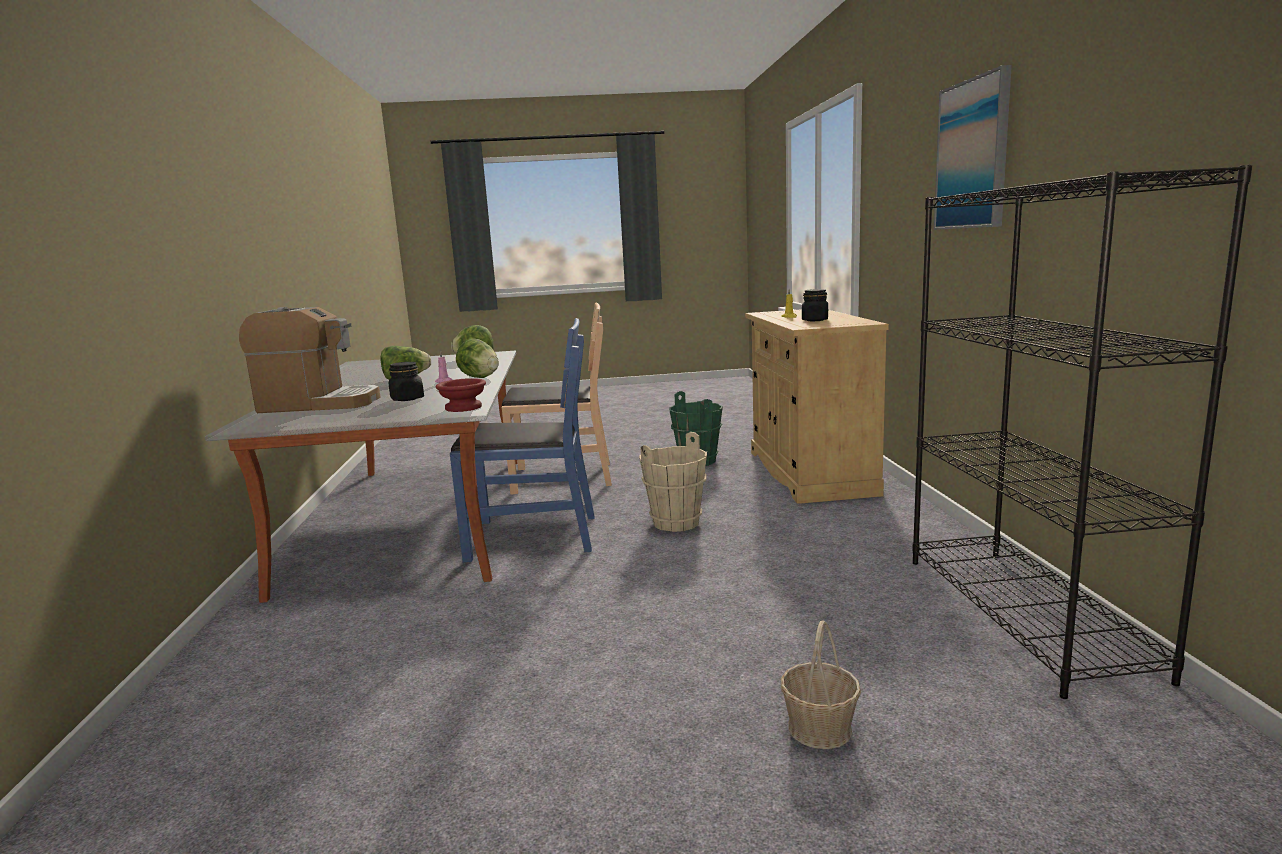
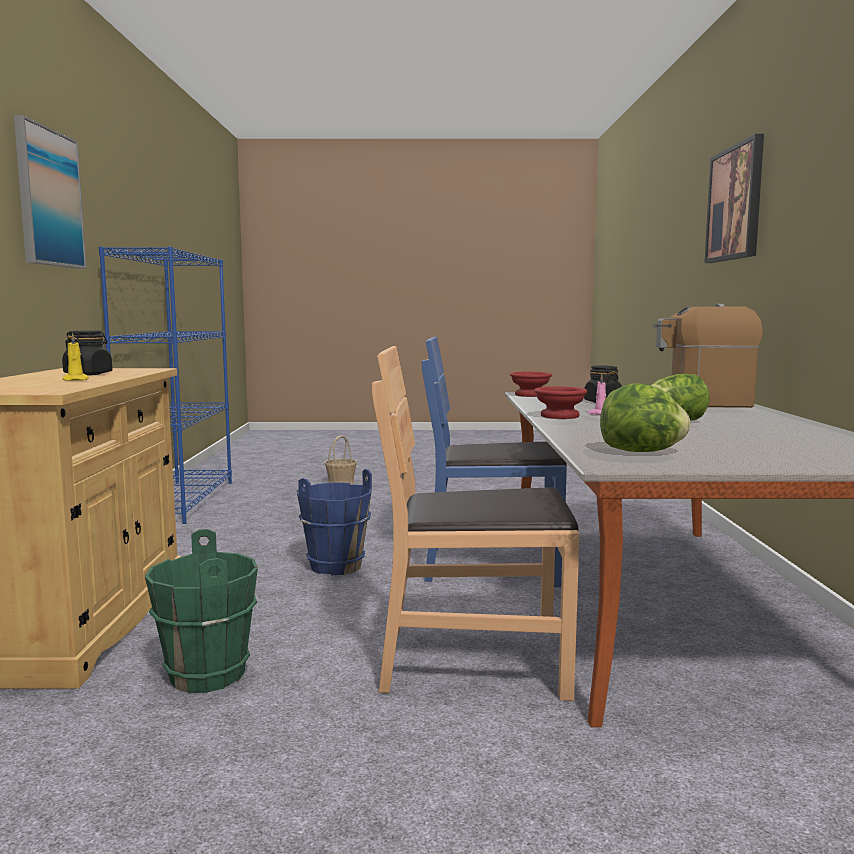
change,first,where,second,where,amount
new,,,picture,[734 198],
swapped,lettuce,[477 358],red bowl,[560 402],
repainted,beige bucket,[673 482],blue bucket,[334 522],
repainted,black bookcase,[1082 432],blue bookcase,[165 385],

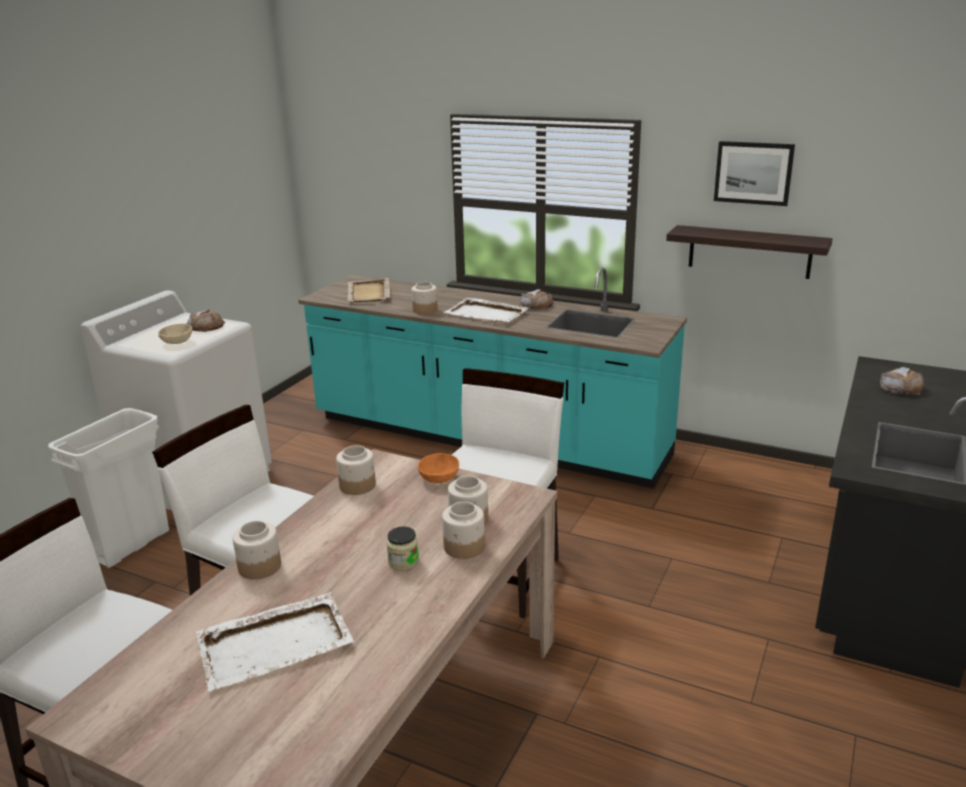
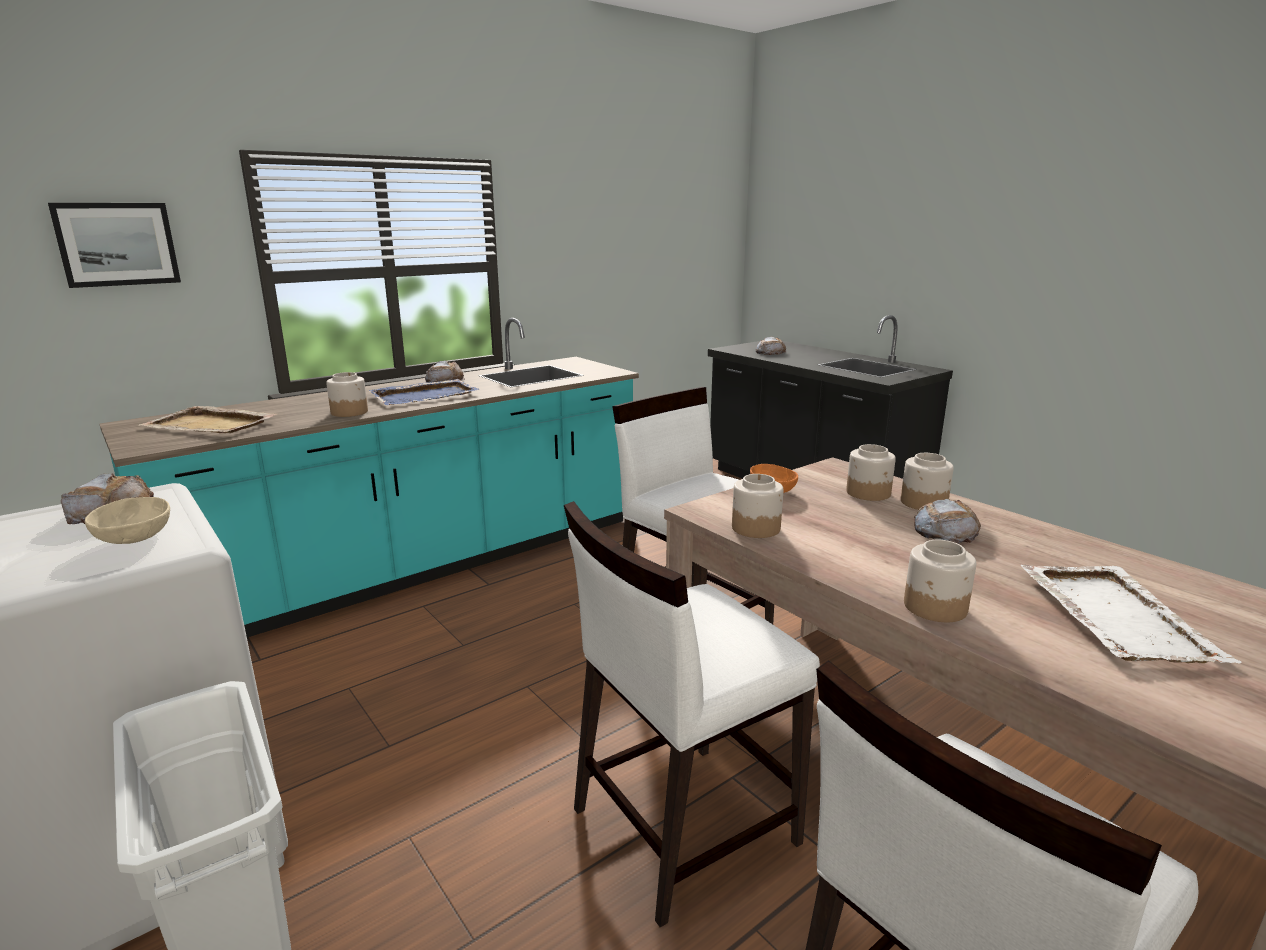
change,first,where,second,where,amount
gone,shelf,[749 252],,,
shifted,picture,[754 173],,[114 245],
swapped,jar,[402 548],bread,[947 521],
repainted,white tray,[486 310],blue tray,[424 392],

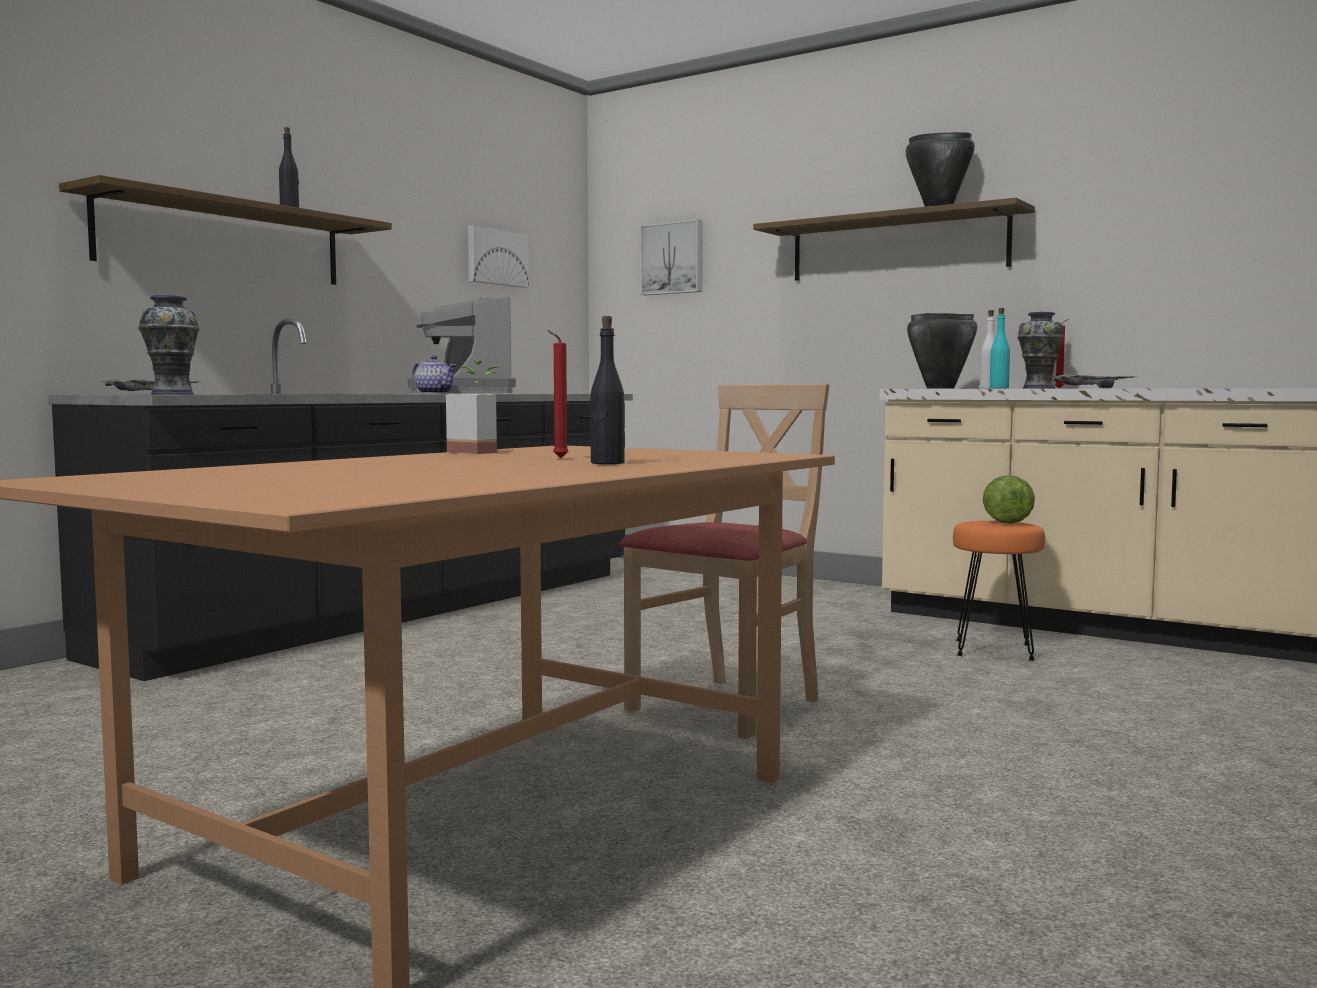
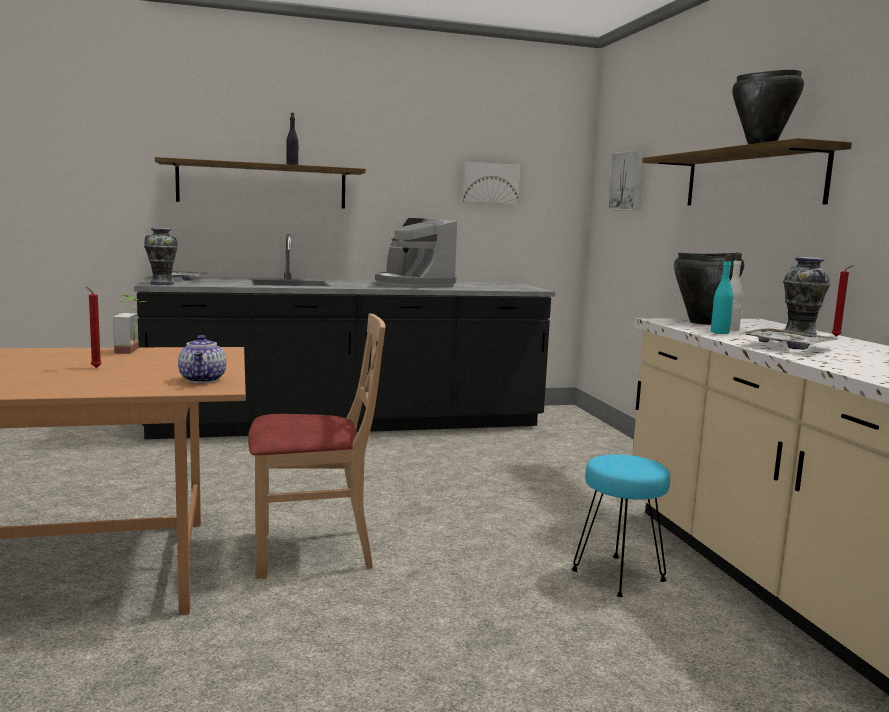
change,first,where,second,where,amount
gone,black bottle,[607 390],,,
gone,lettuce,[1009 499],,,
shifted,teapot,[434 374],,[202 359],
repainted,orange stool,[999 591],turquoise stool,[621 525],
rotated,coffee machine,[462 344],,[416 253],60 degrees counterclockwise

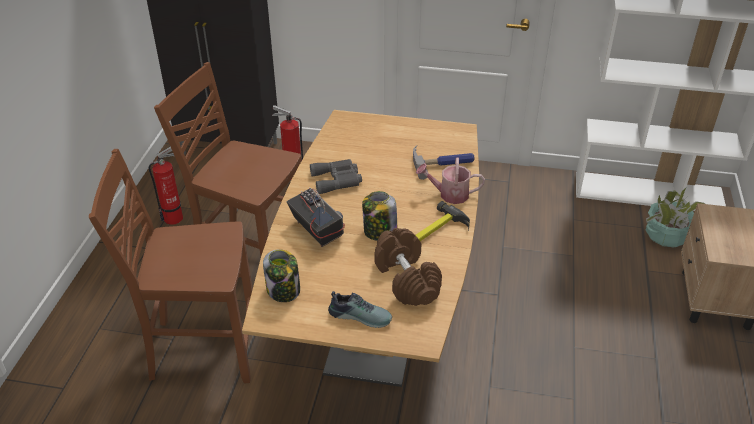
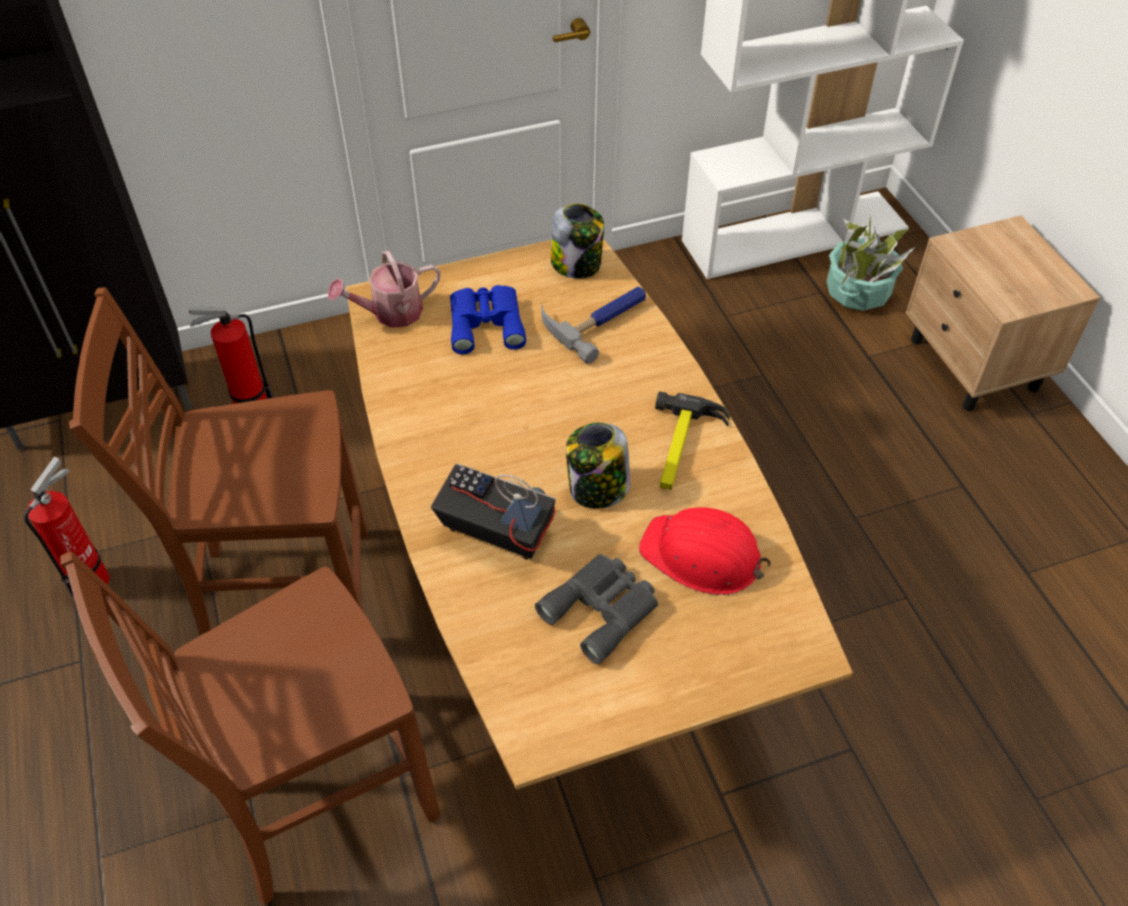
change,first,where,second,where,amount
gone,shoe,[360 309],,,
new,,,blue binoculars,[488 319],
shifted,jar,[281 276],,[577 241],
shifted,grey binoculars,[336 176],,[596 609],
shifted,watering can,[450 181],,[384 289],
swapped,brown dumbbell,[408 267],red hard hat,[705 551],

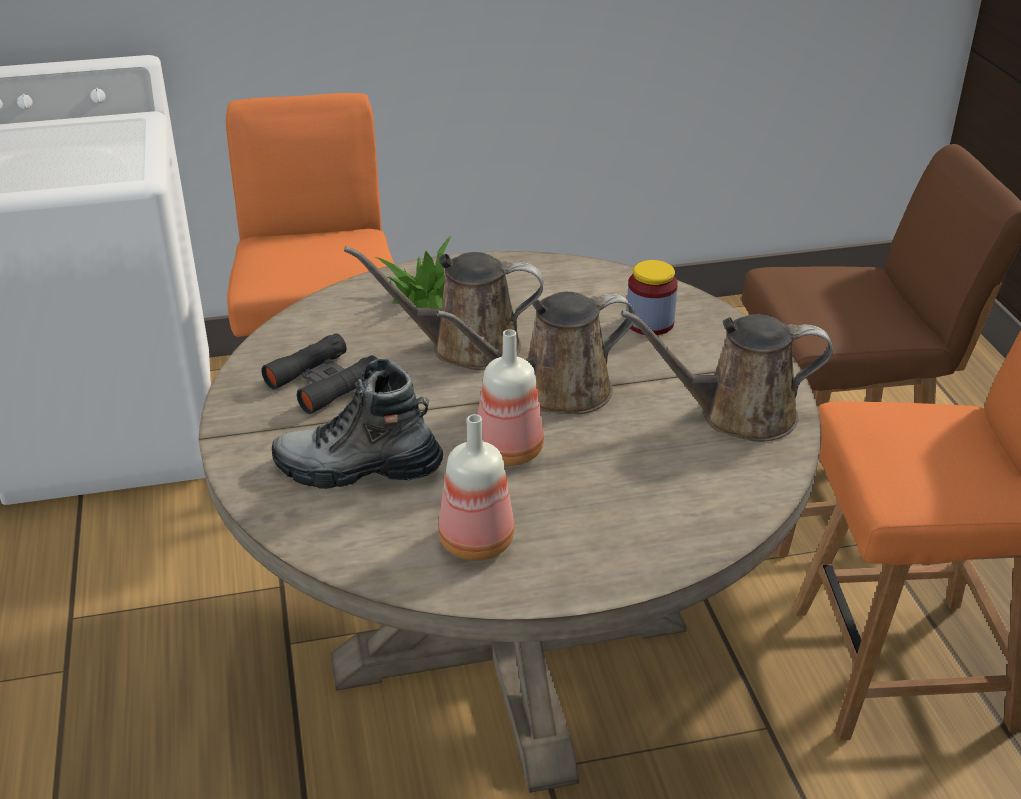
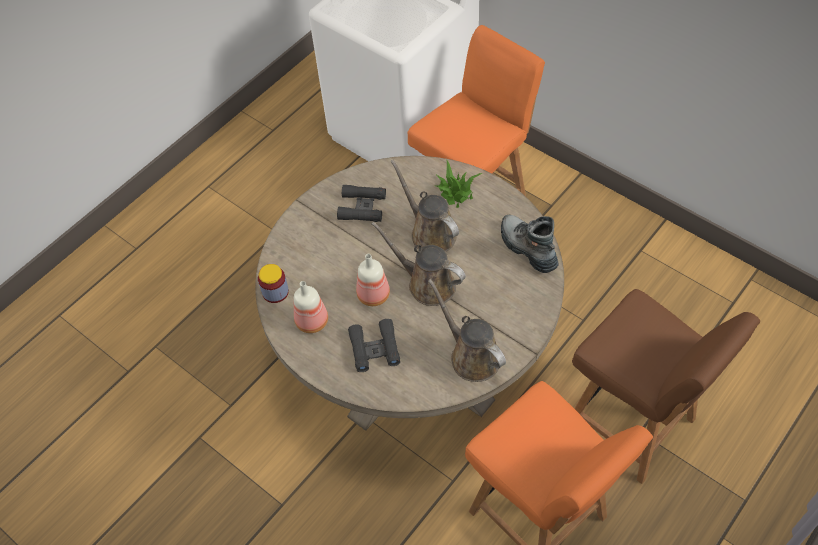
change,first,where,second,where,amount
new,,,black binoculars,[374 345],
shifted,boot,[357 424],,[529 243],
shifted,jar,[652 297],,[273 283],

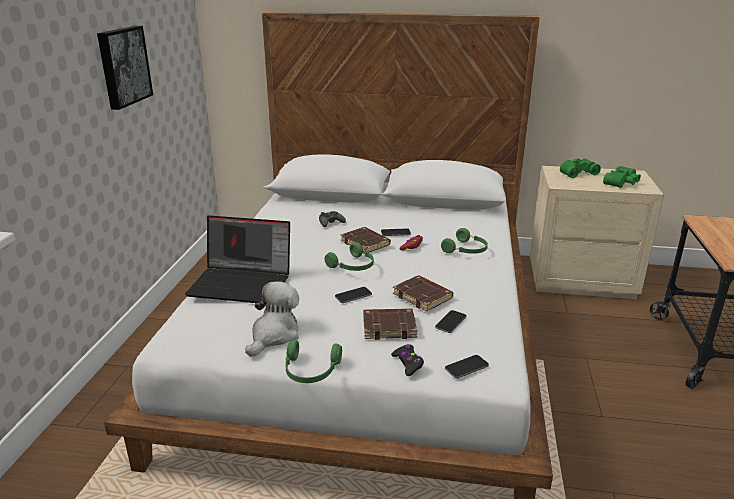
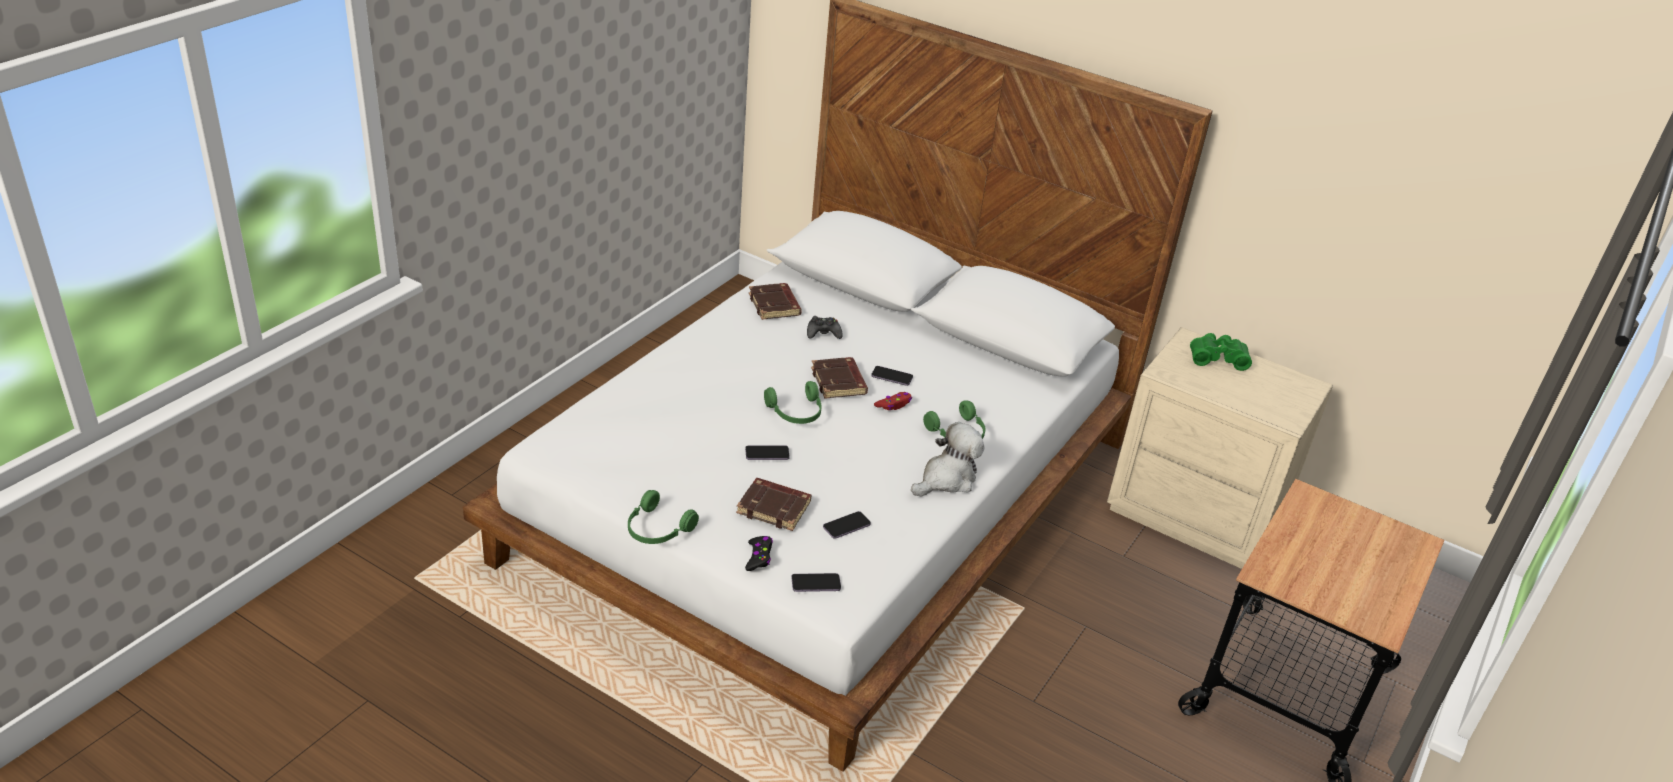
change,first,where,second,where,amount
gone,picture,[125 68],,,
gone,laptop,[237 259],,,
gone,green binoculars,[622 177],,,
shifted,plush toy,[272 319],,[947 459],
shifted,brown book,[423 293],,[775 301],

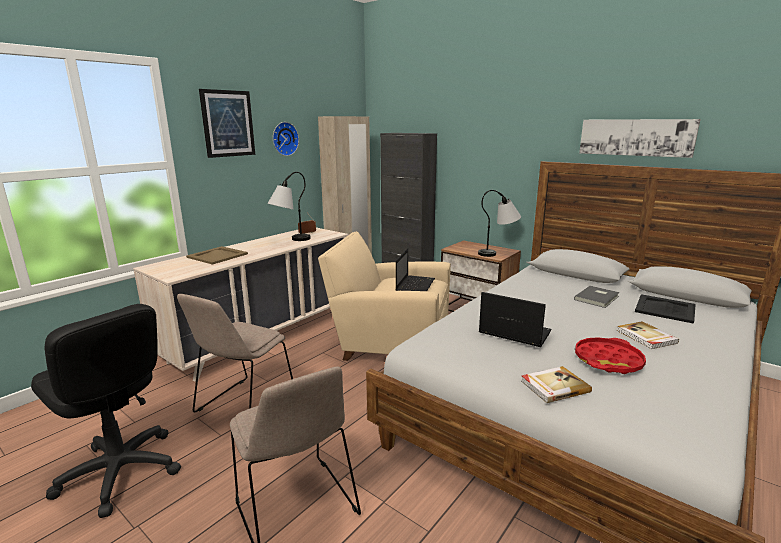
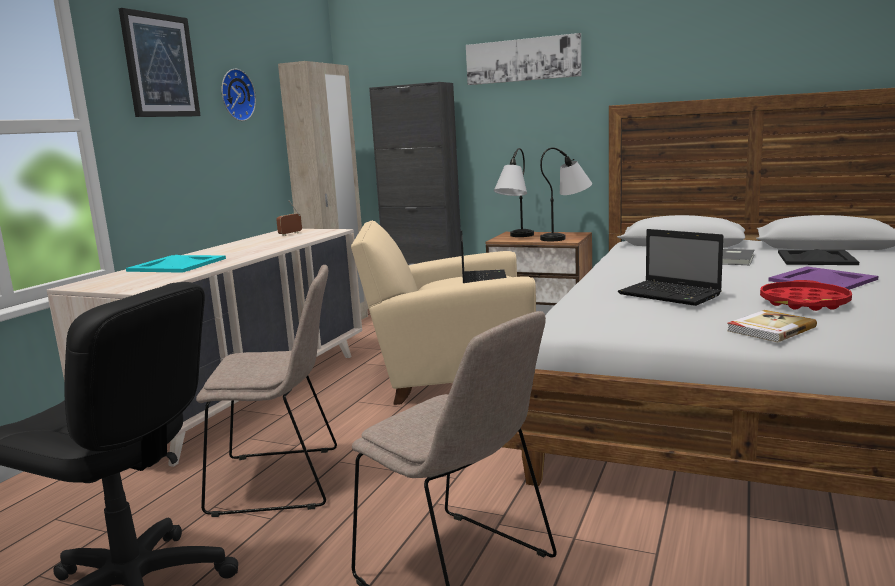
change,first,where,second,where,amount
shifted,table lamp,[289 206],,[514 192],
shifted,picture,[640 138],,[524 59],
swapped,book,[648 335],purple tray,[823 278],
repainted,beige tray,[217 255],turquoise tray,[176 264],
rotated,beige chair,[235 353],,[266 391],105 degrees counterclockwise
rotated,laptop,[515 319],,[670 267],150 degrees counterclockwise

